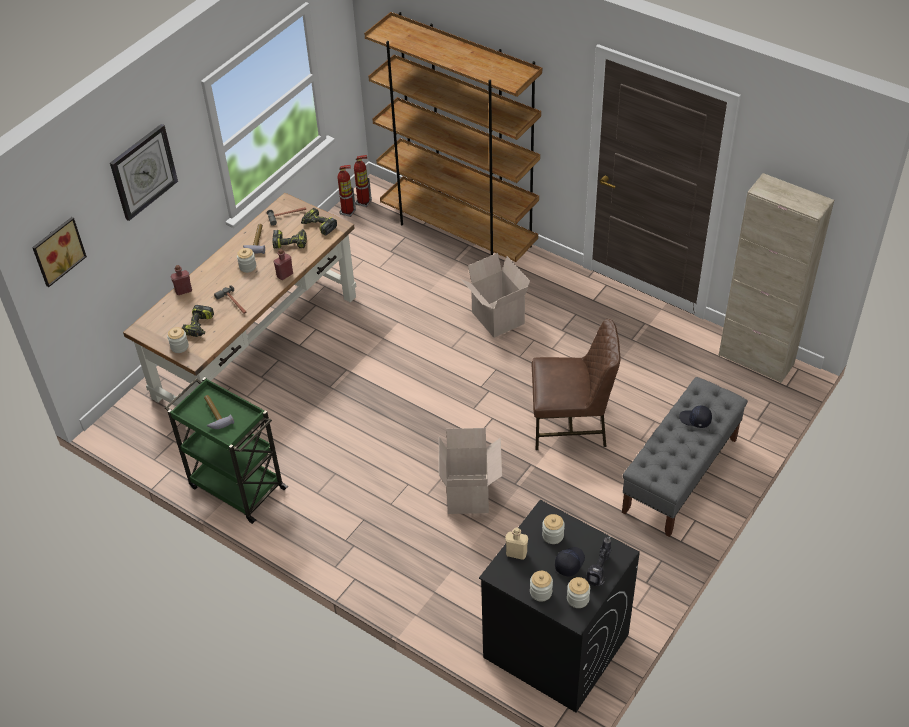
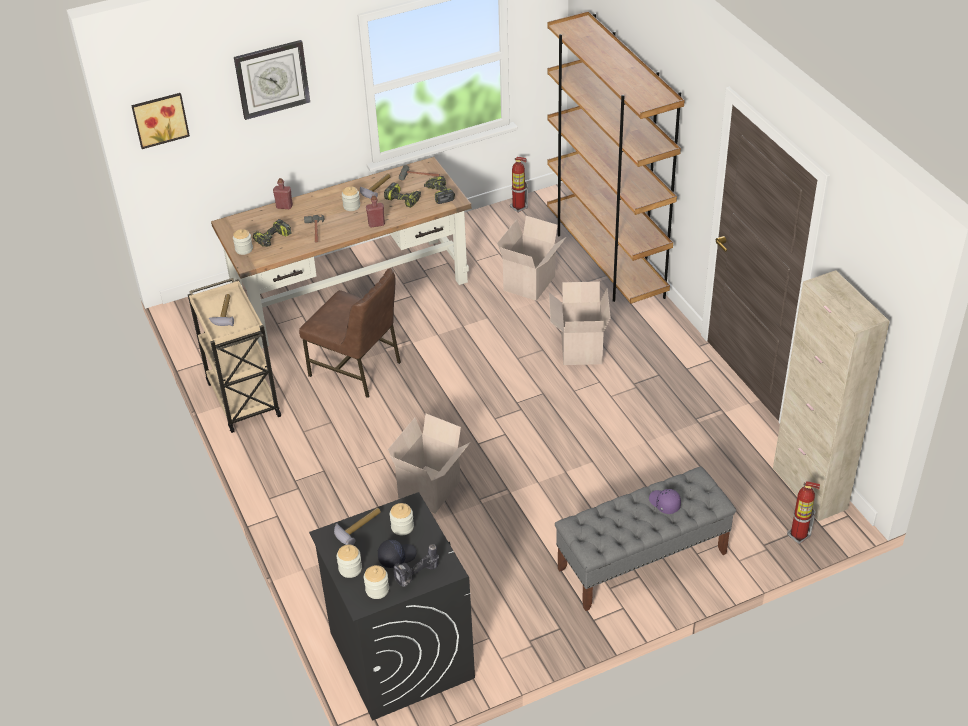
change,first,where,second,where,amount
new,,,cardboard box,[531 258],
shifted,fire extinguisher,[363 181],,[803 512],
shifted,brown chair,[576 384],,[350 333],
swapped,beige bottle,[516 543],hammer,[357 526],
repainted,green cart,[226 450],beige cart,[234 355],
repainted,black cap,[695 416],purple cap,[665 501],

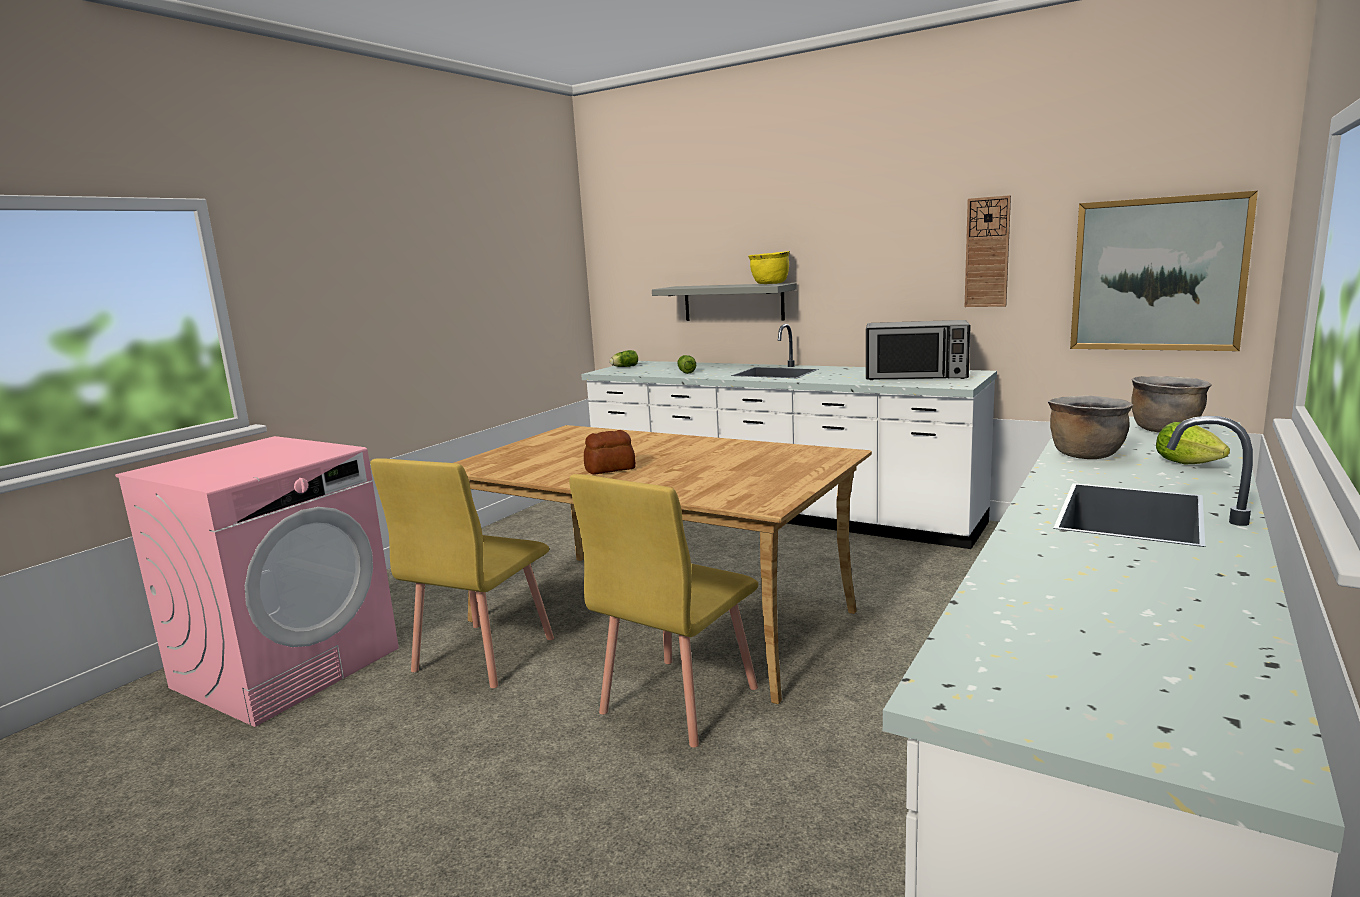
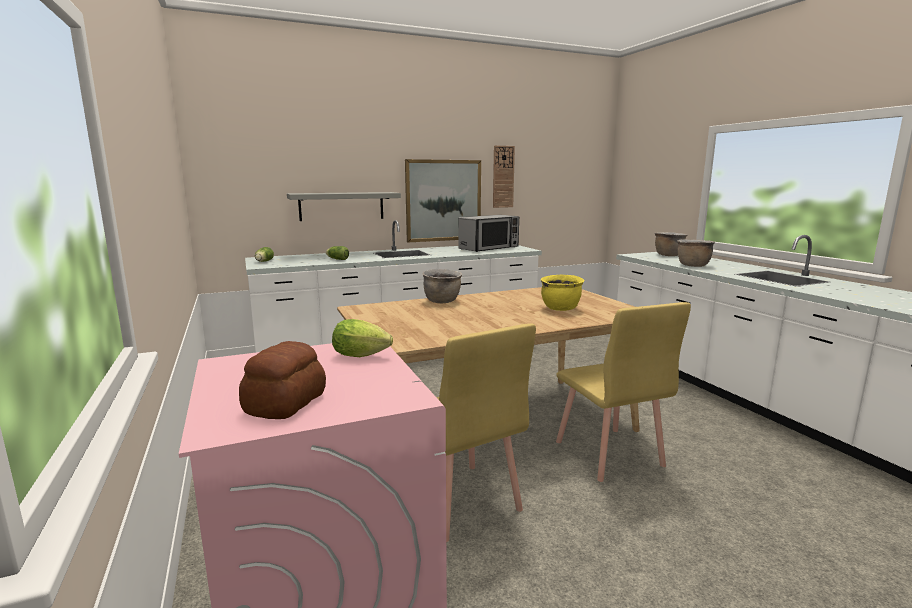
change,first,where,second,where,amount
new,,,brown cooking pot,[442 286],
shifted,bread,[610 452],,[282 380],
shifted,yellow cooking pot,[769 267],,[562 293],
shifted,picture,[1164 271],,[443 200],
shifted,lettuce,[1193 443],,[362 338],

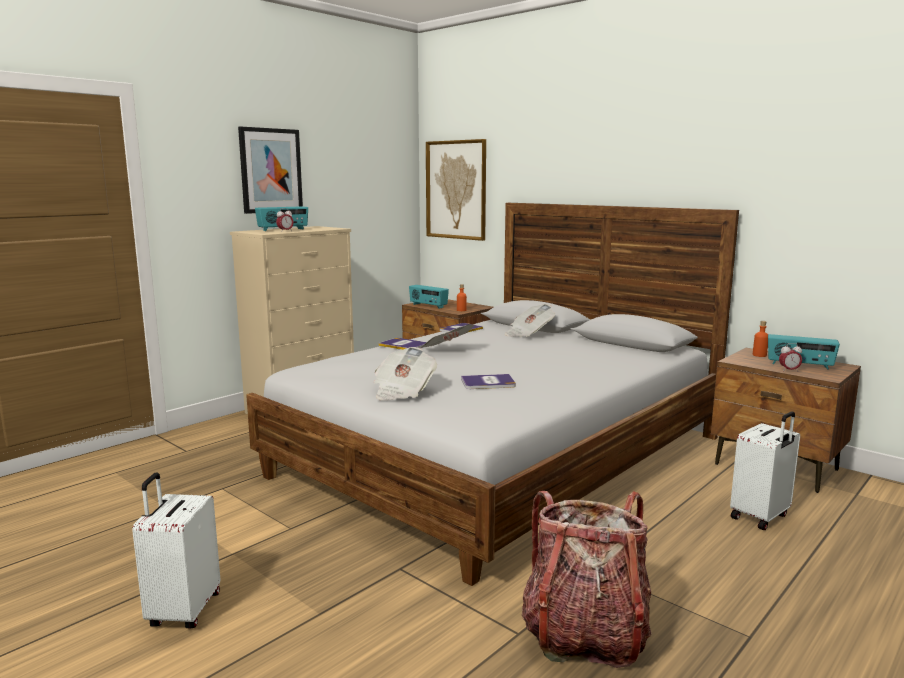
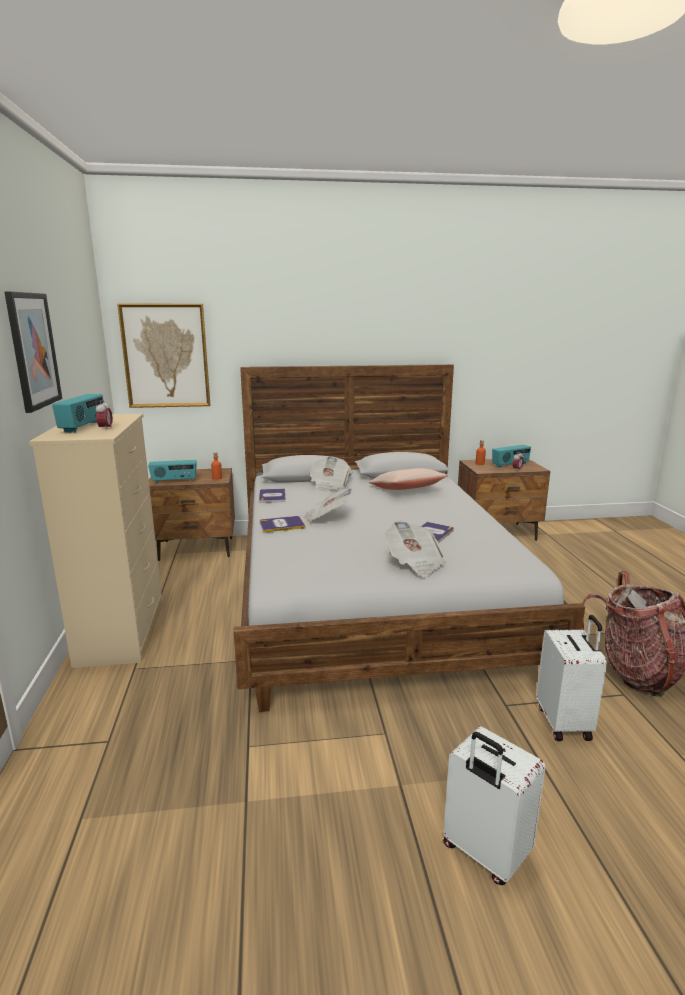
change,first,where,second,where,amount
new,,,beige pillow,[408 479],
shifted,white suitcase,[765 470],,[571 678],

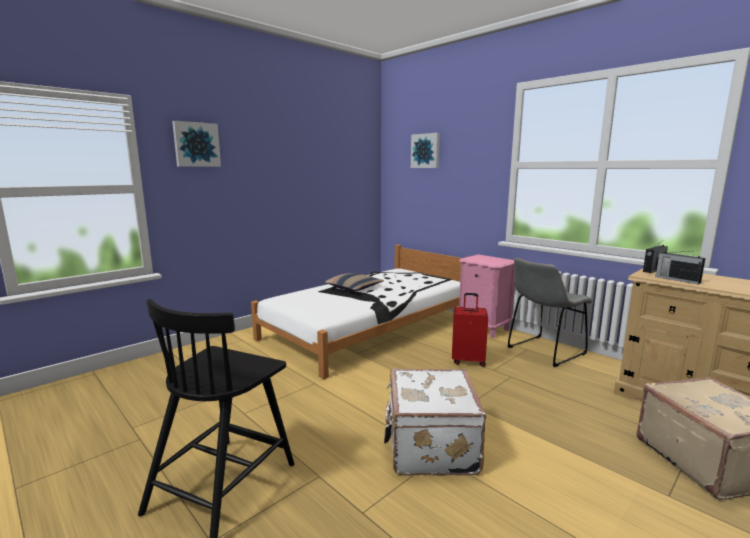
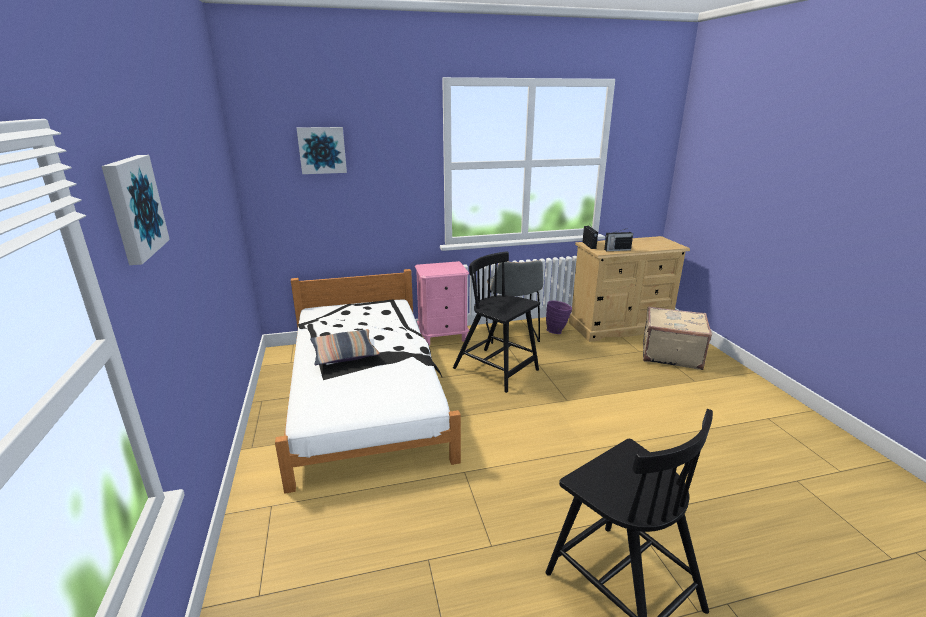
change,first,where,second,where,amount
gone,white suitcase,[435 422],,,
new,,,purple vase,[559 317],
swapped,red suitcase,[470 330],black chair,[496 322],

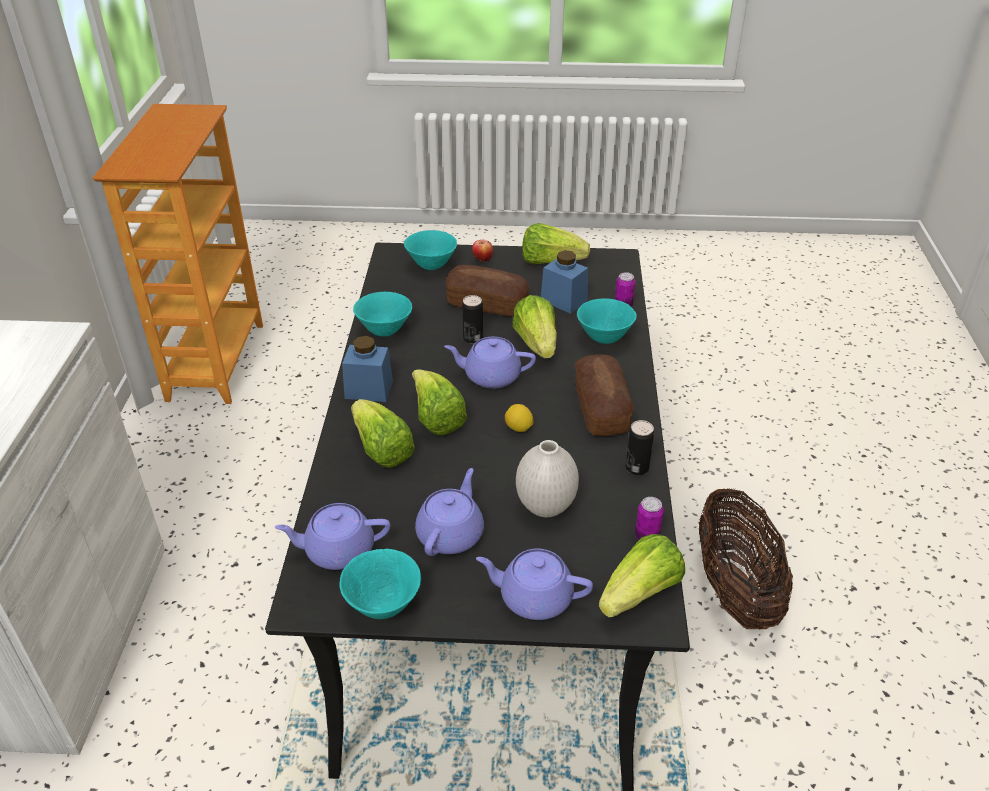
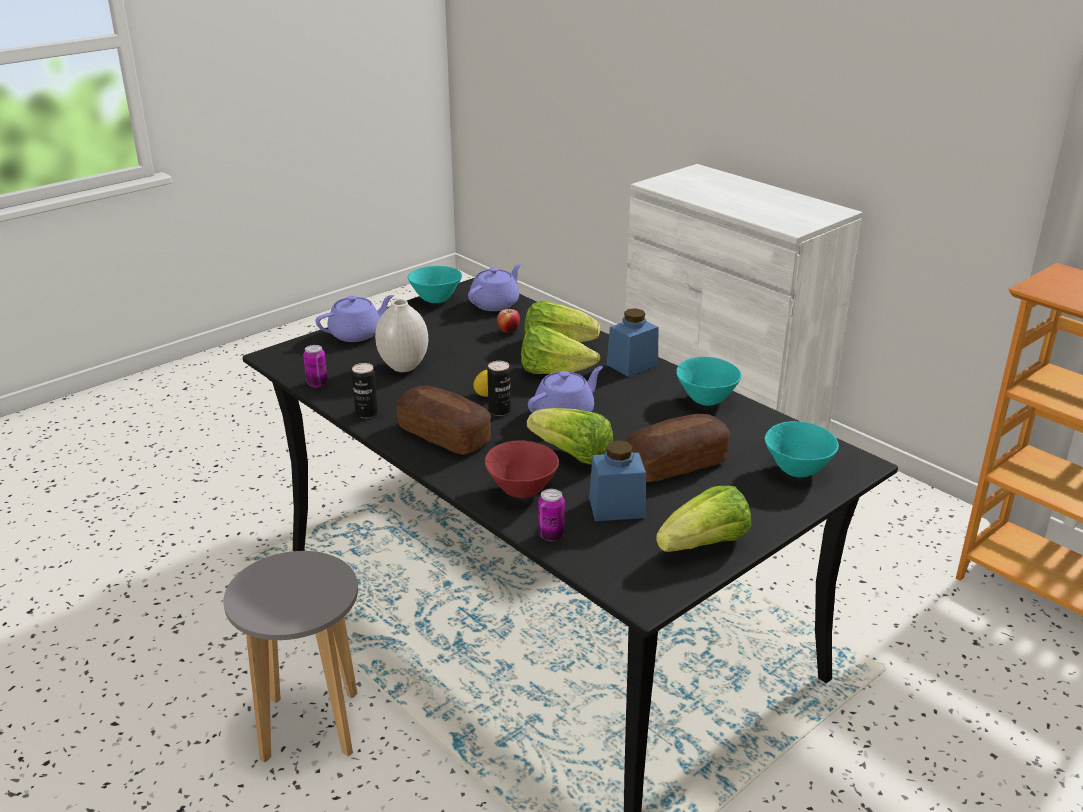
change,first,where,second,where,amount
gone,purple teapot,[449 512],,,
gone,lettuce,[642 575],,,
shifted,can,[472 319],,[499 388],
shifted,apple,[482 251],,[508 321],
swapped,basket,[746 559],grey stool,[290 656],
repainted,turquoise bowl,[607 321],red bowl,[522 469],

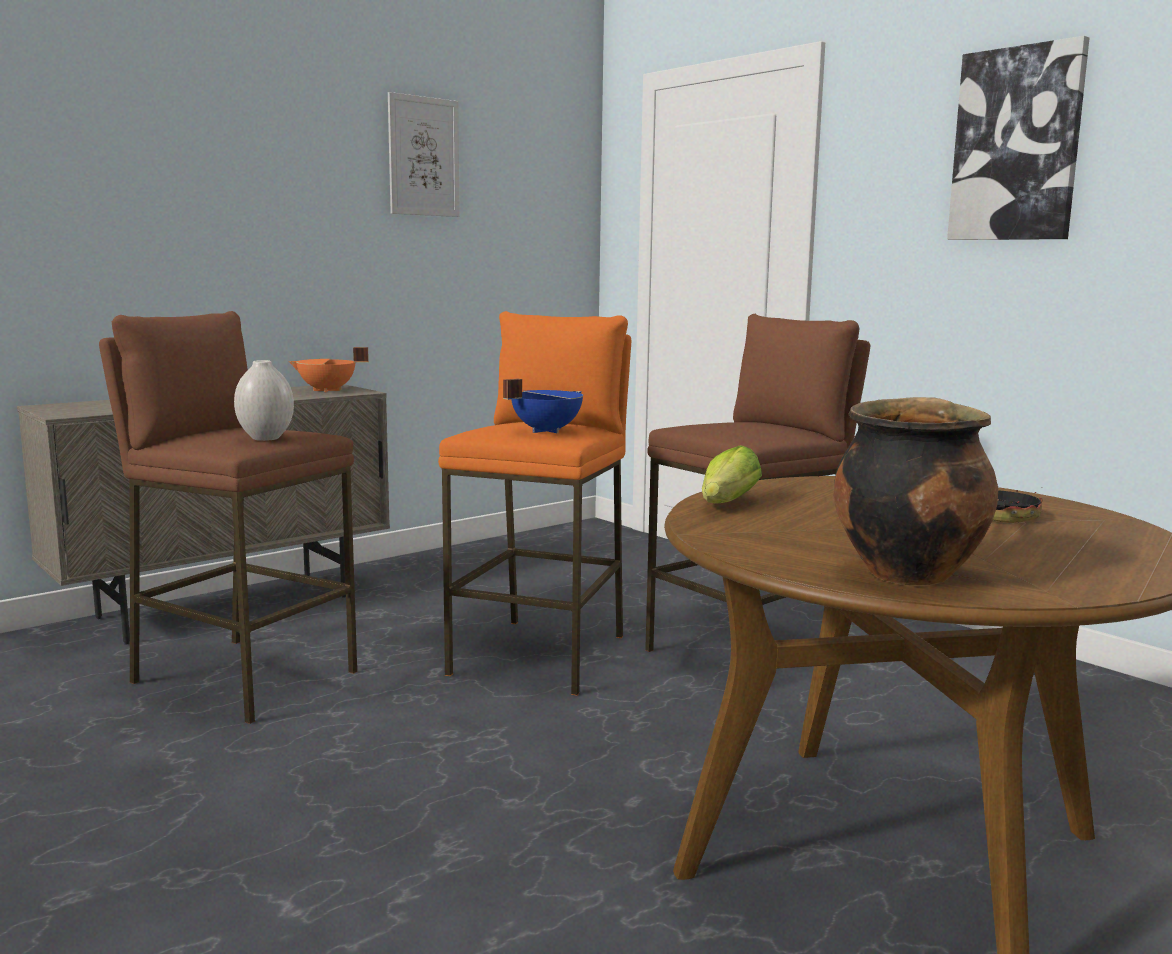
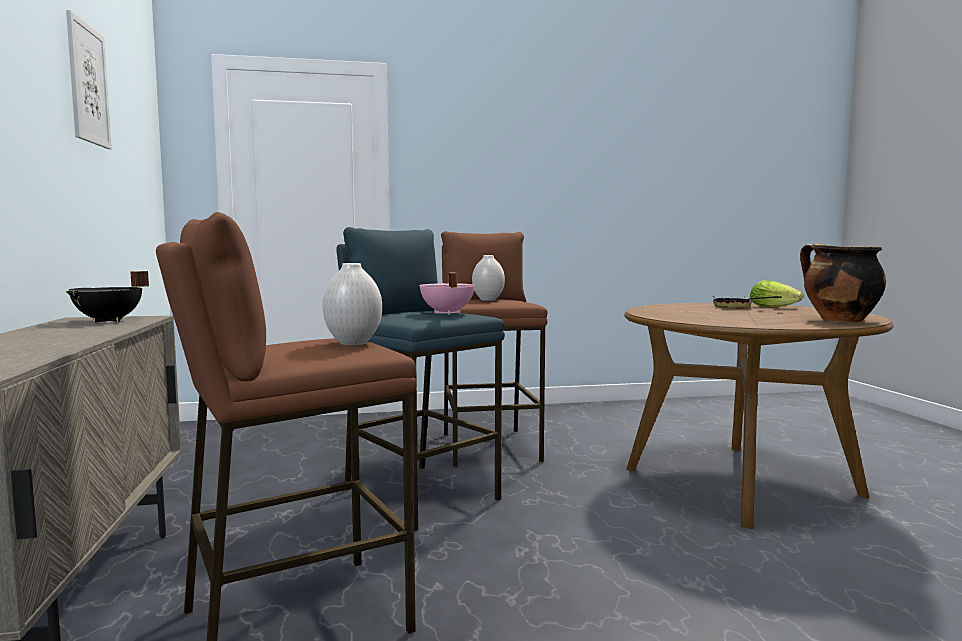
change,first,where,second,where,amount
gone,picture,[1018 138],,,
new,,,white vase,[488 278],
shifted,lettuce,[732 474],,[776 293],
repainted,orange cooking pot,[328 369],black cooking pot,[107 297],
repainted,orange stool,[534 503],blue stool,[420 379],
repainted,blue cooking pot,[543 406],pink cooking pot,[447 293],

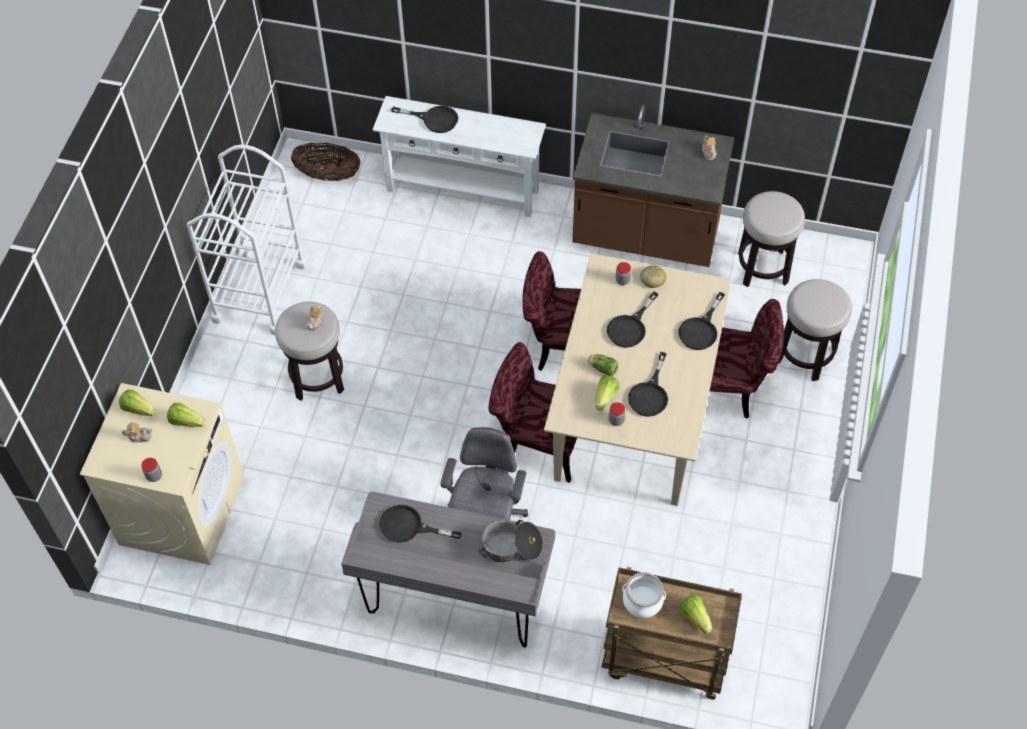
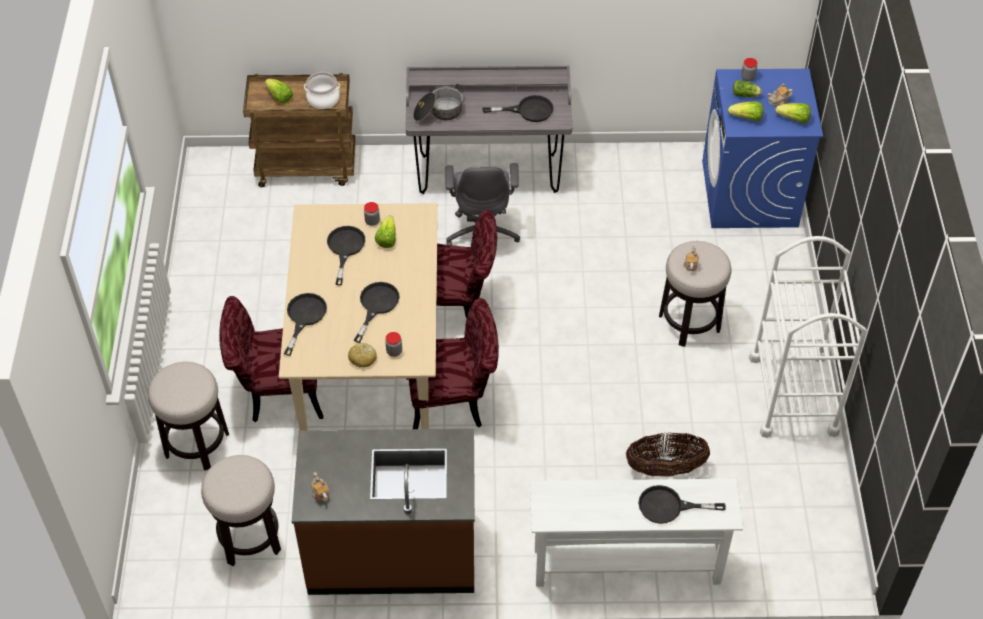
change,first,where,second,where,amount
shifted,basket,[326 162],,[668 454],
shifted,lettuce,[603 365],,[747 88],
repainted,beige washing machine,[162 474],blue washing machine,[762 148],

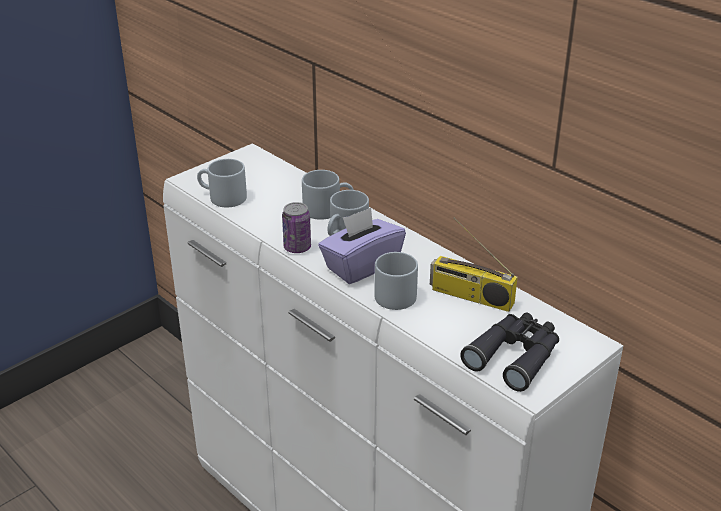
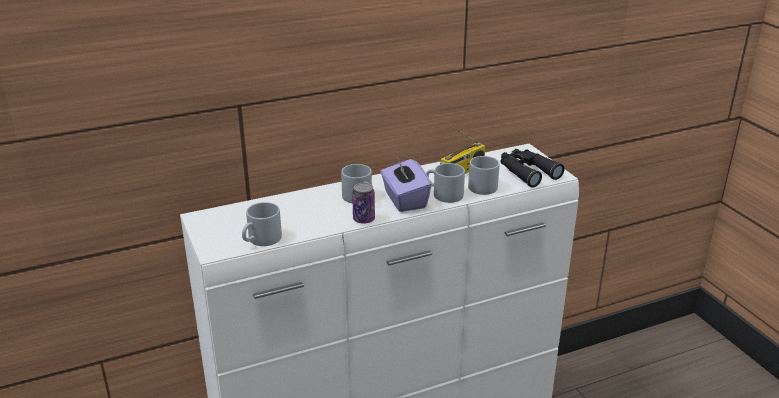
change,first,where,second,where,amount
shifted,grey mug,[328 195],,[483 175],

